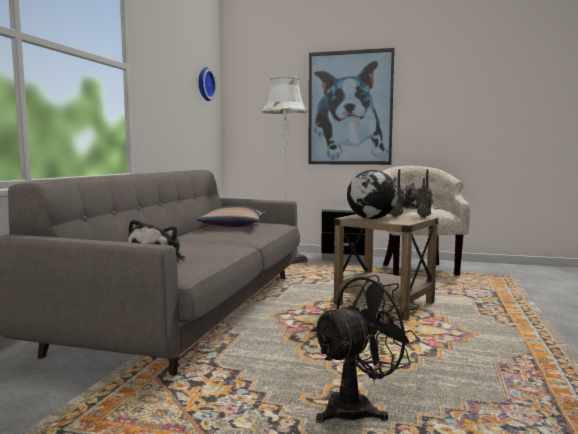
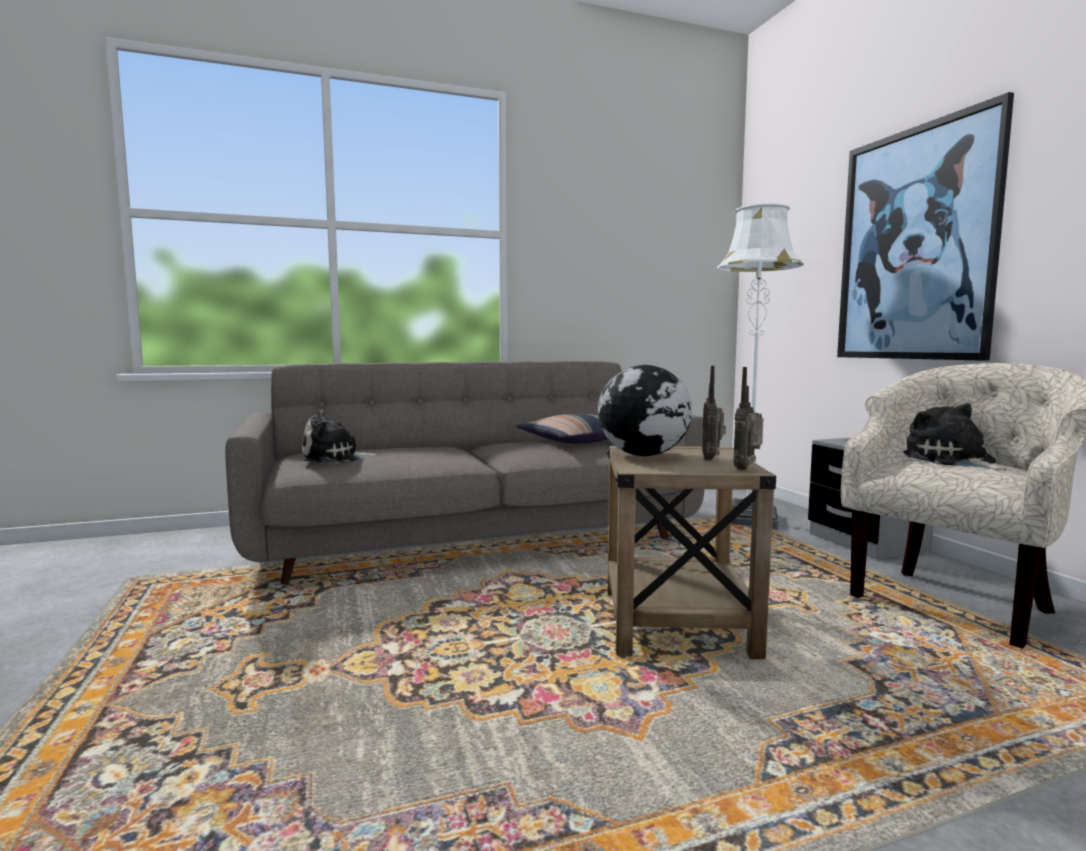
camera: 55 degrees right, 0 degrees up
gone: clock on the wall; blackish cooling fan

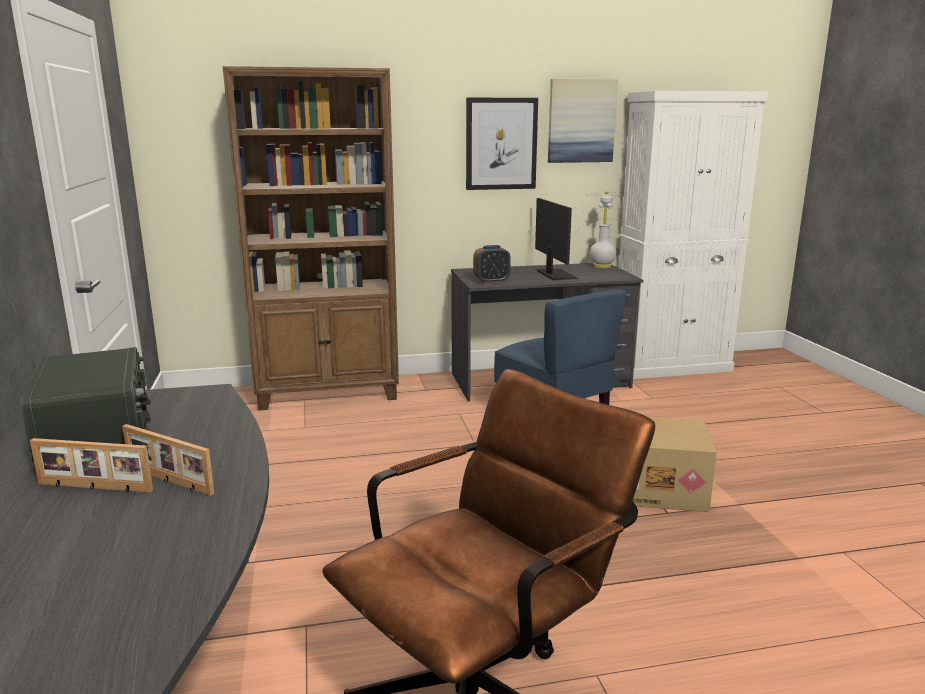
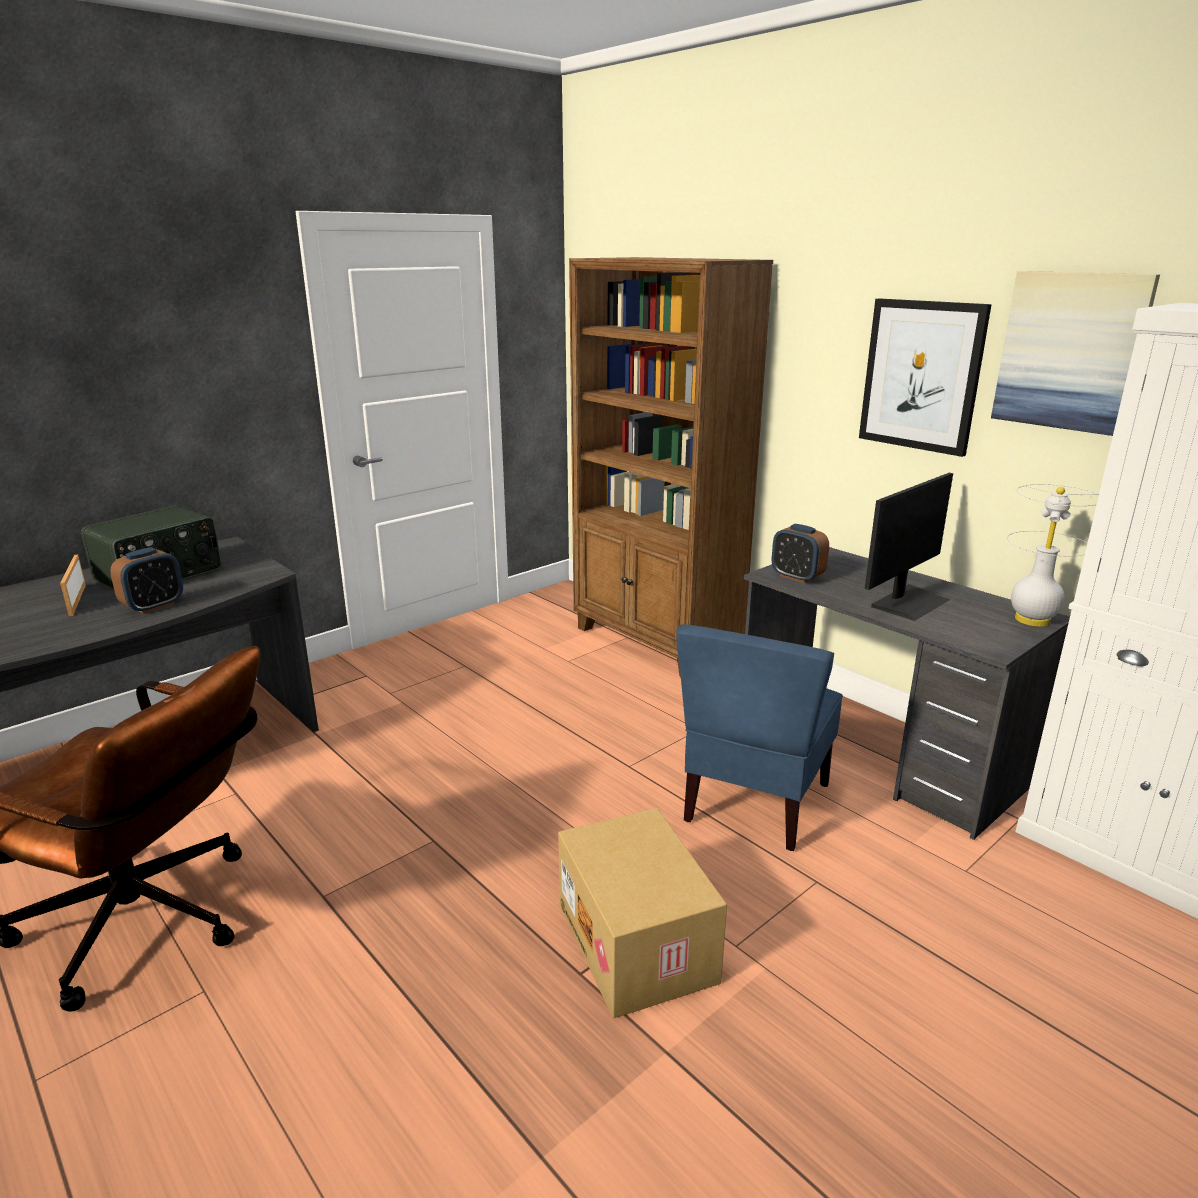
camera: 60 degrees right, 5 degrees up
gone: photo frame (no. 2 from left)
new: alarm clock (no. 1 from left)

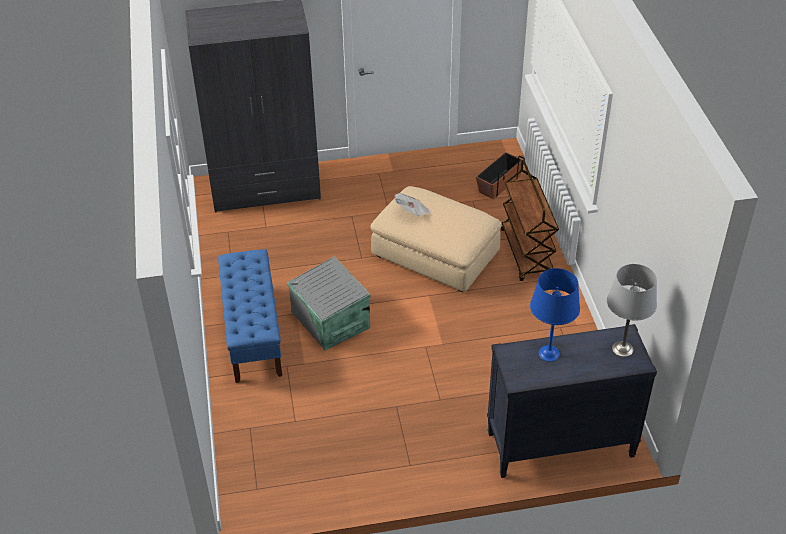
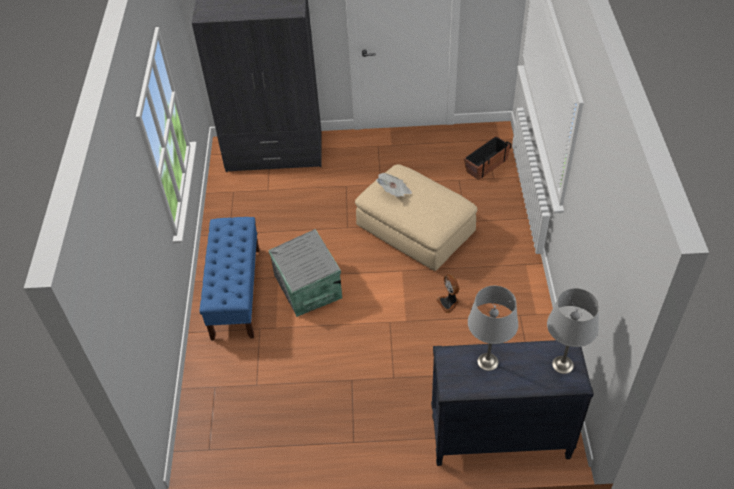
camera: 10 degrees right, 5 degrees up
gone: brownish wheeled cart
new: cooling fan
repainted: bluish table lamp to gray table lamp (no. 1 from left)

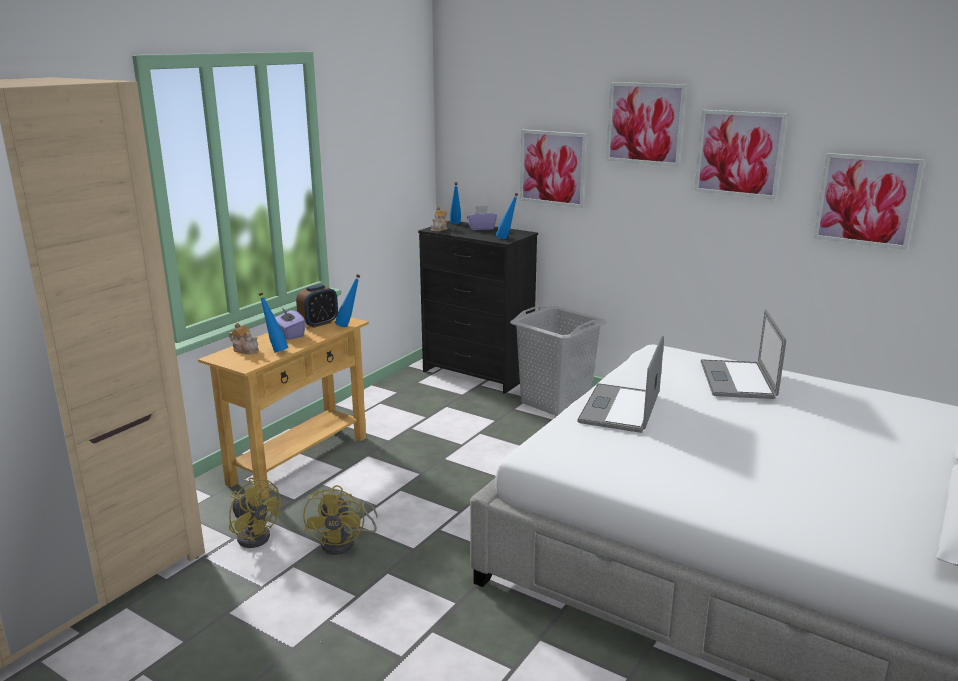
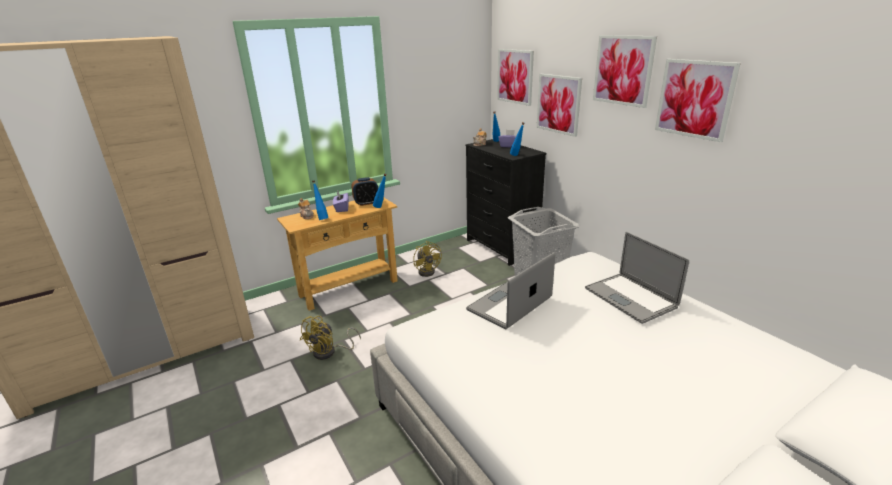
camera: 25 degrees right, 5 degrees up
shifted: yellow-coloured cooling fan (no. 1 from left in the first image) to yellow-coloured cooling fan (no. 2 from left); picture (no. 4 from left in the first image) to picture (no. 1 from left)
rotated: notebook computer (no. 2 from left) 60 degrees counterclockwise

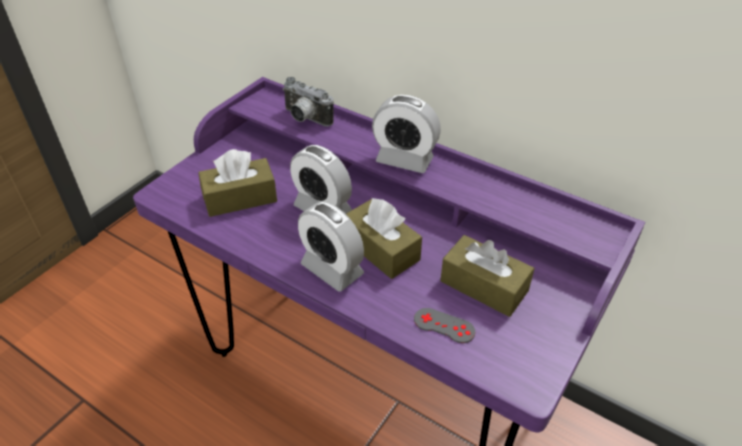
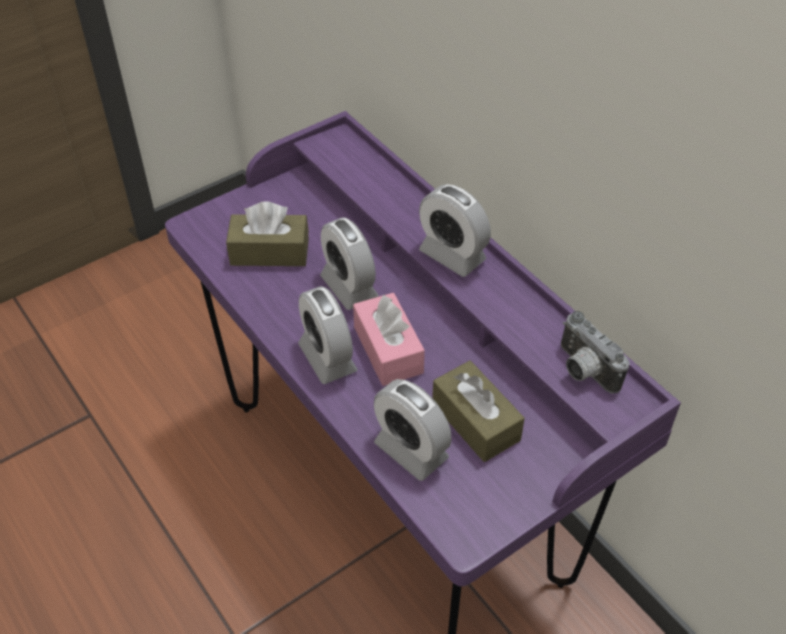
camera: 20 degrees right, 5 degrees up
shifted: still camera
swapped: gray gamepad to alarm clock (no. 3 from left)
repainted: brownish tissue holder (no. 2 from left) to pink-coloured tissue holder

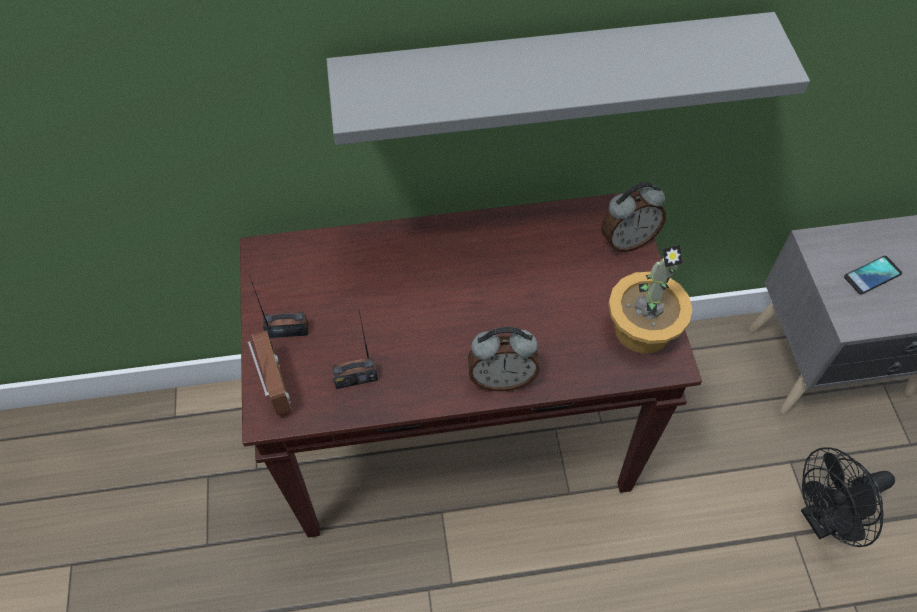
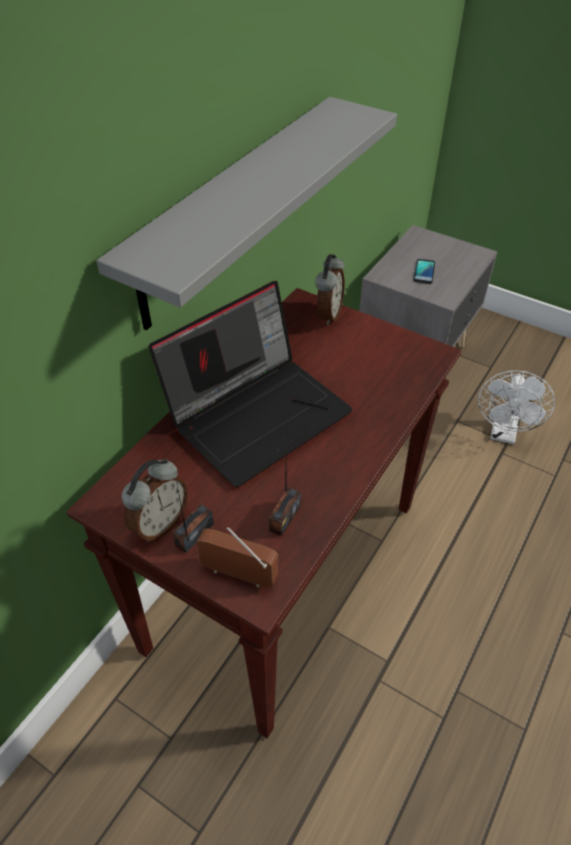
camera: 50 degrees left, 10 degrees down
gone: plant in a pot
new: notebook computer
shifted: alarm clock (no. 1 from left)
repainted: blackish cooling fan to white cooling fan

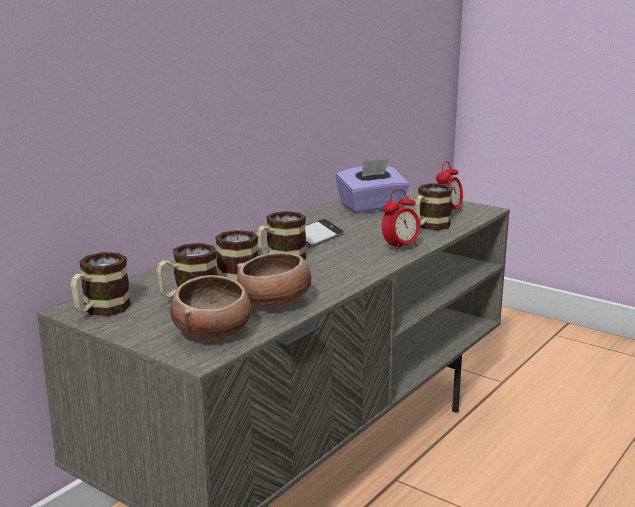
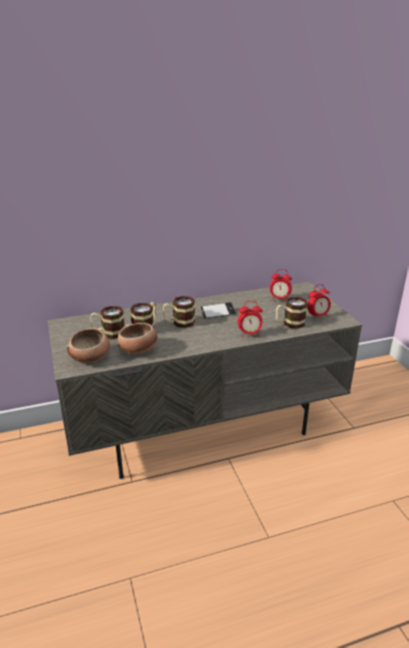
camera: 35 degrees right, 10 degrees up
gone: tea mug (no. 1 from left)
swapped: purple tissue holder to alarm clock (no. 2 from left)

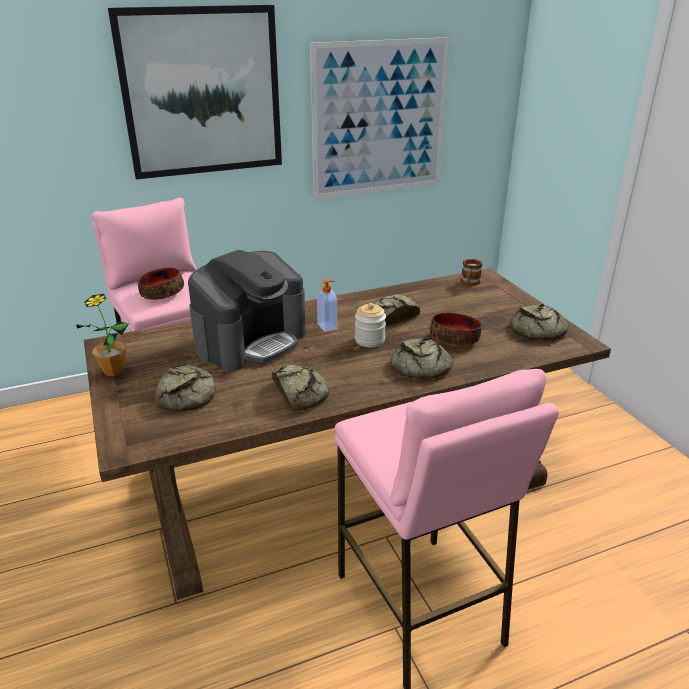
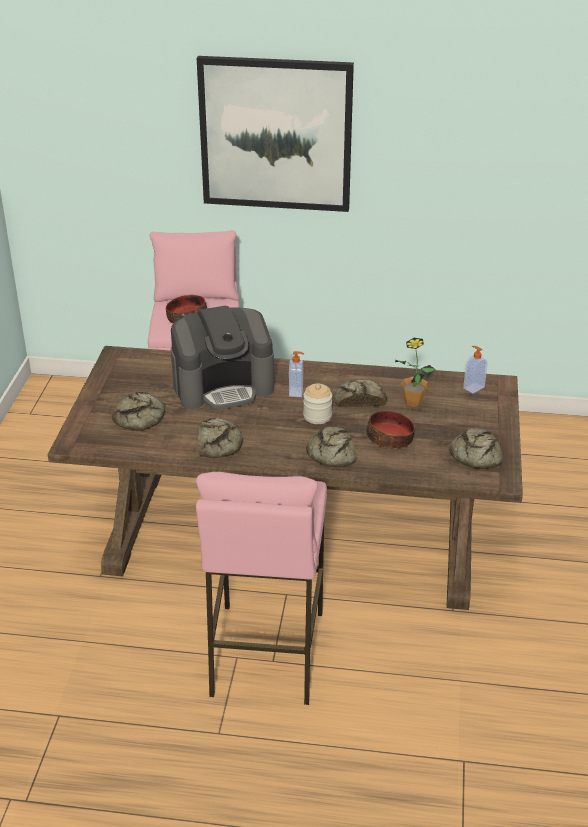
camera: 30 degrees right, 5 degrees up
gone: picture (no. 2 from left)
shifted: plant in a pot
swapped: tea mug to soap dispenser (no. 2 from left)

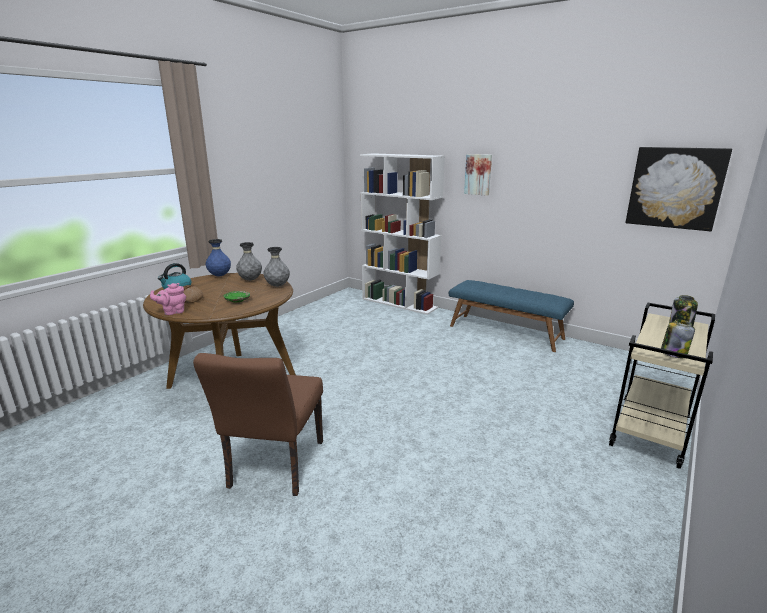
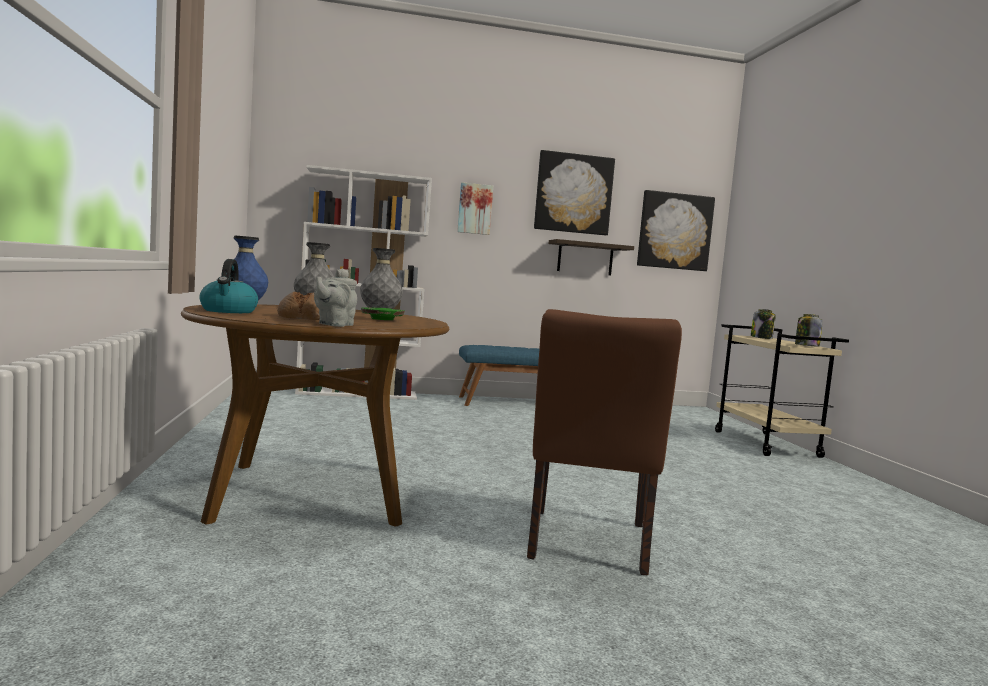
camera: 45 degrees left, 15 degrees down
new: picture (no. 2 from left); bracket shelf
repainted: pink-coloured tea pot to gray tea pot
rotated: brownish chair 45 degrees clockwise

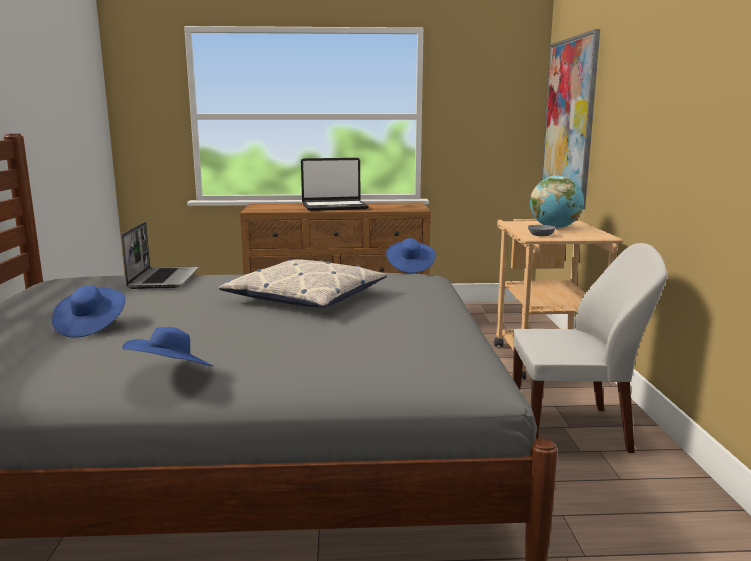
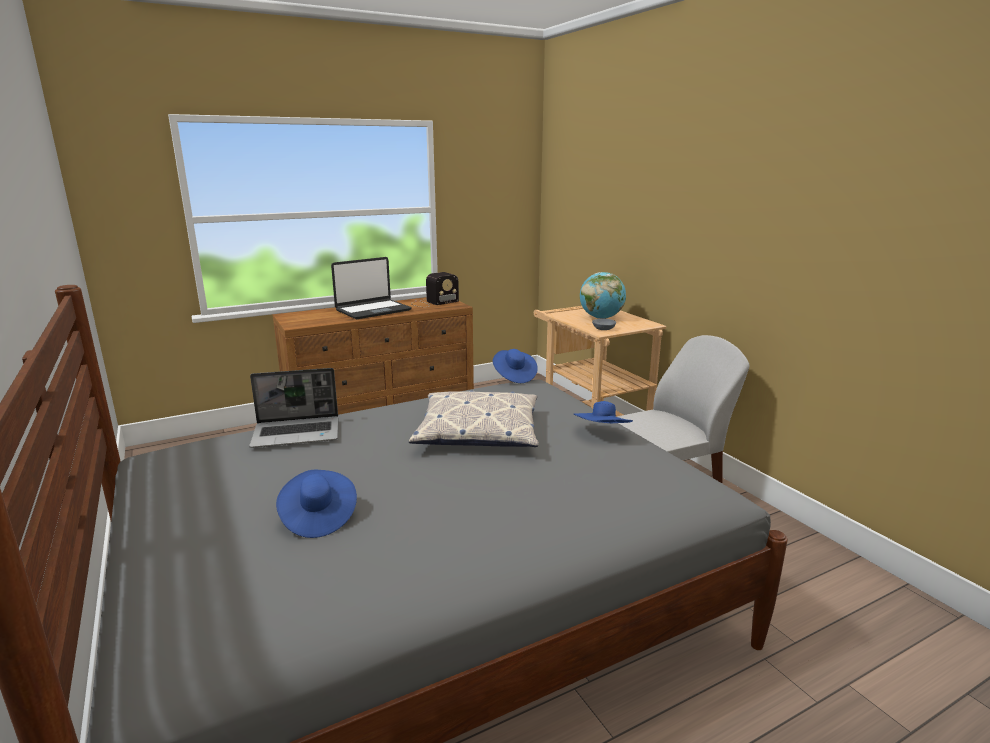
camera: 25 degrees left, 5 degrees up
gone: picture
new: radio
shifted: bluish hat (no. 2 from left in the first image) to bluish hat (no. 3 from left)
rotated: notebook computer (no. 1 from left) 105 degrees clockwise

